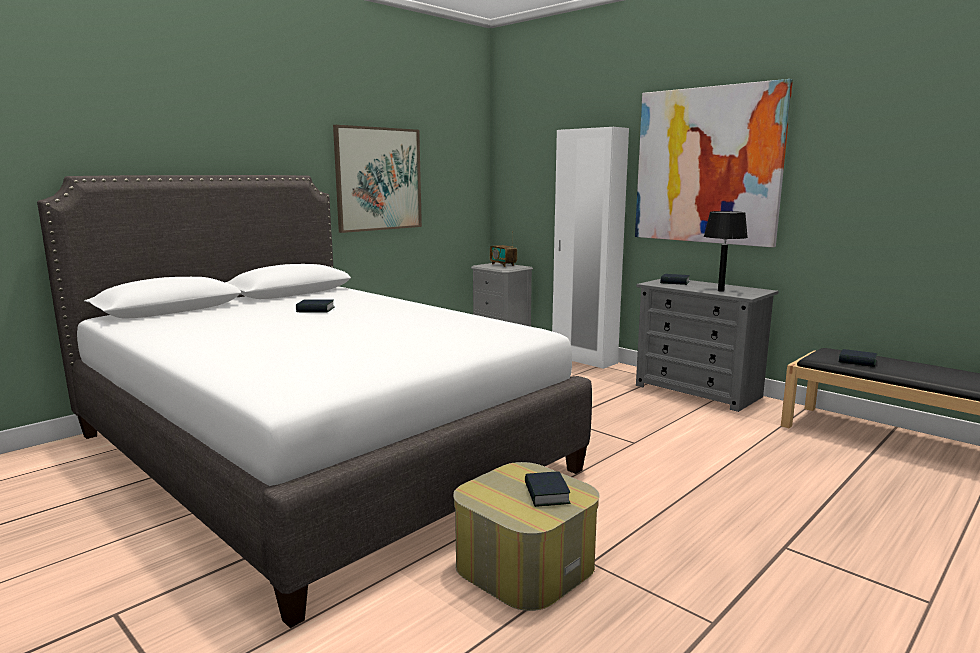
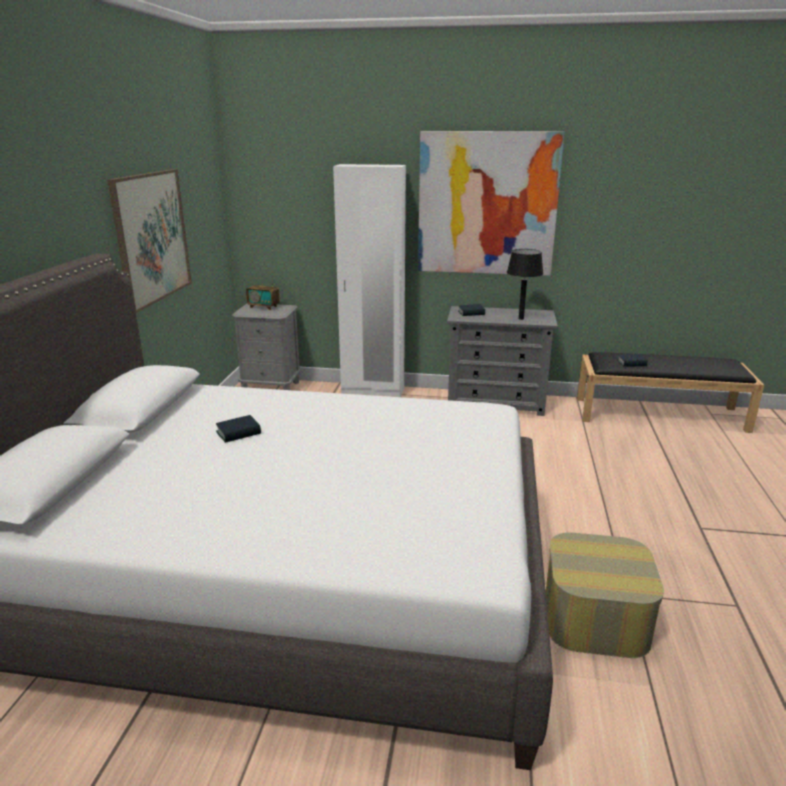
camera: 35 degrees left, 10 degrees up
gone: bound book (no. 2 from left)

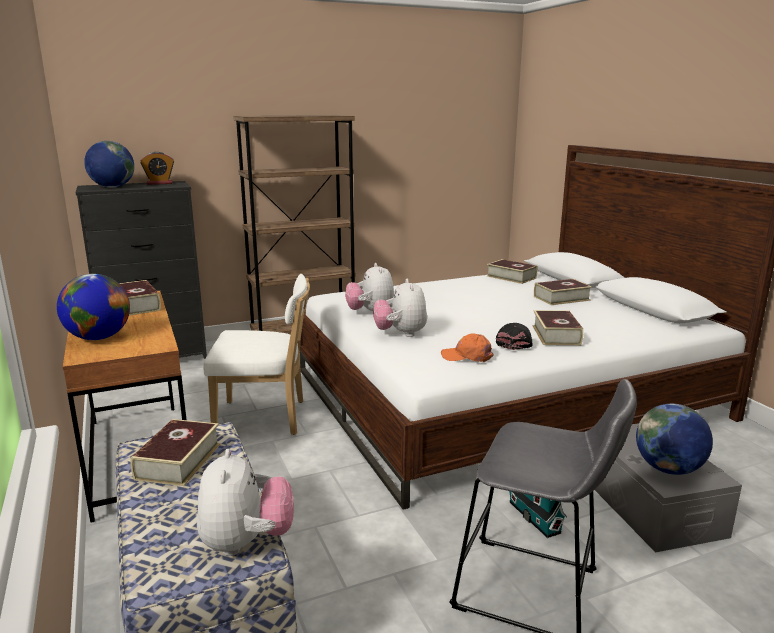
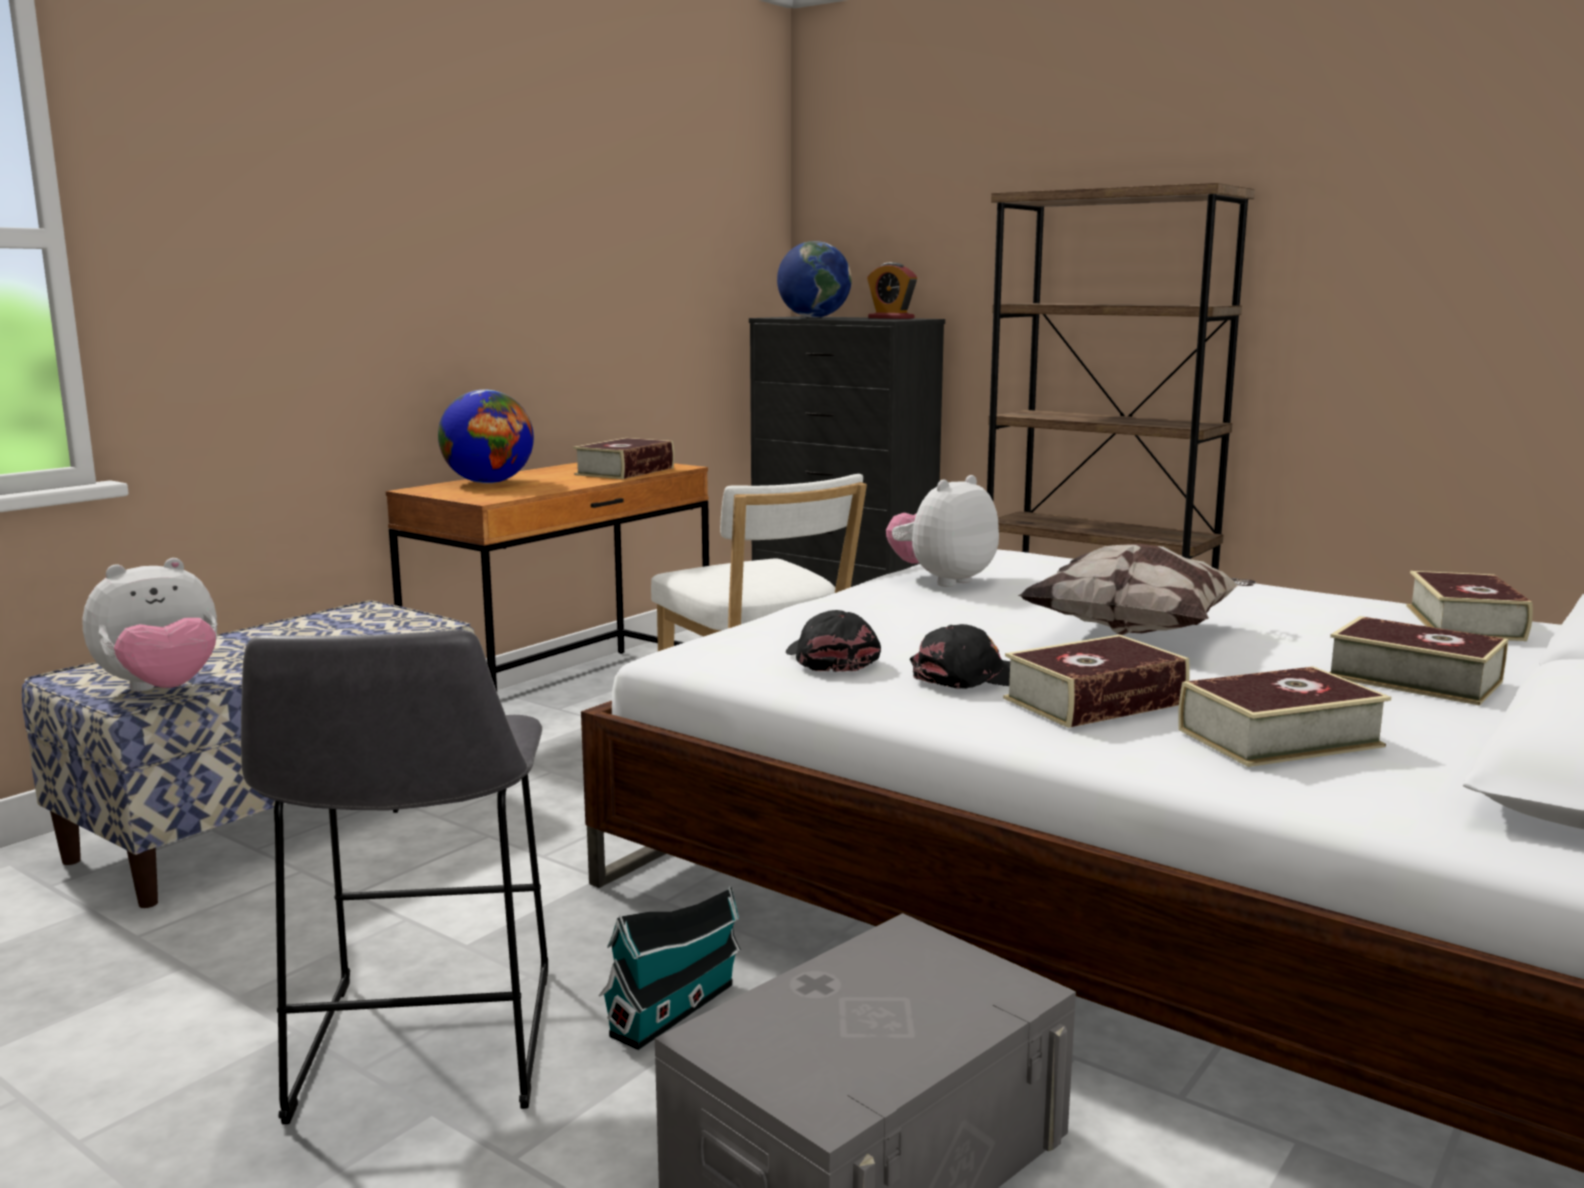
camera: 60 degrees right, 5 degrees down
gone: plush toy (no. 3 from left); world globe (no. 3 from left)
new: throw pillow
shifted: bound book (no. 2 from left in the first image) to bound book (no. 3 from left)
repainted: orangey cap to blackish cap (no. 1 from left)

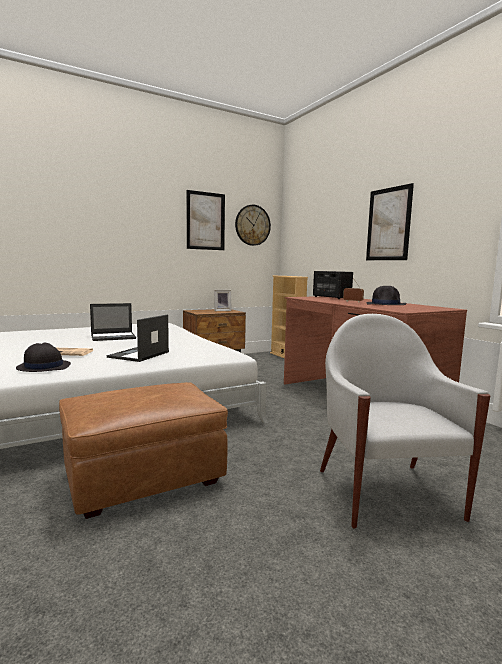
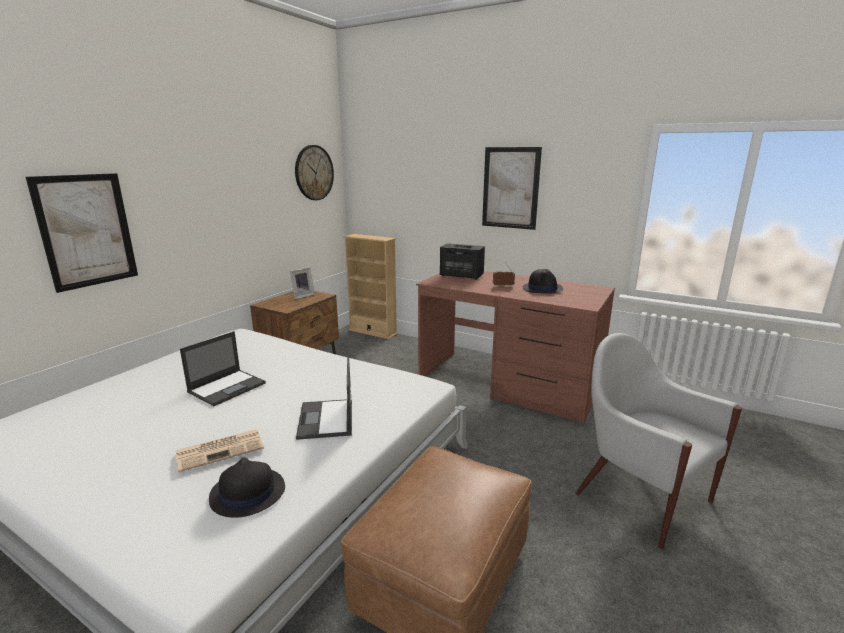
camera: 30 degrees left, 10 degrees up
shifted: picture (no. 1 from left)

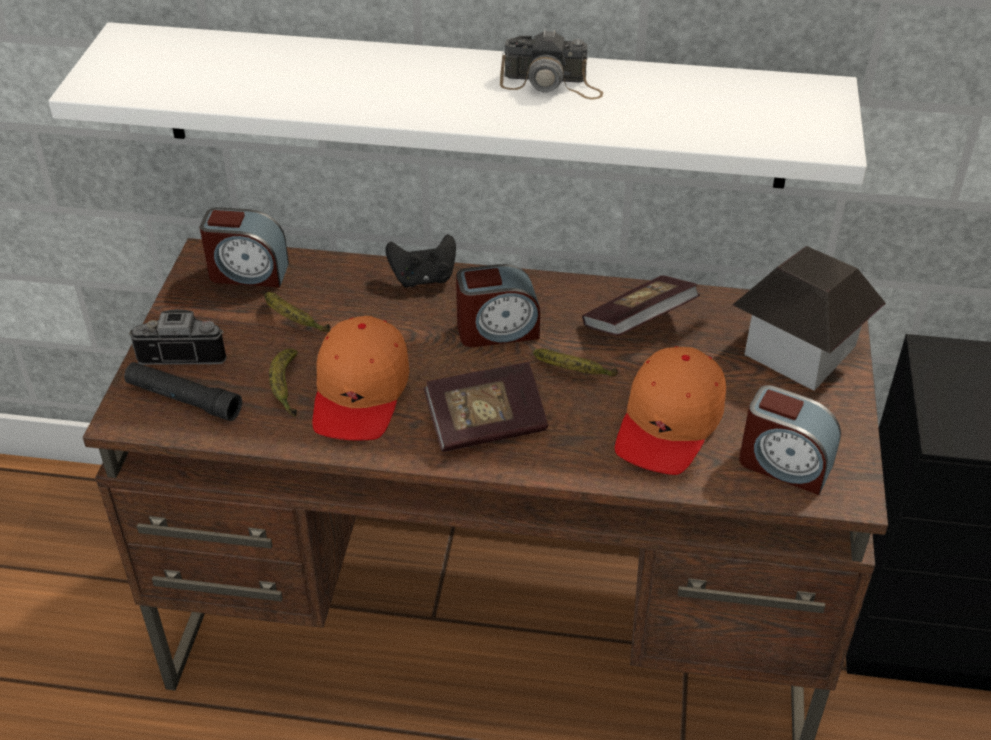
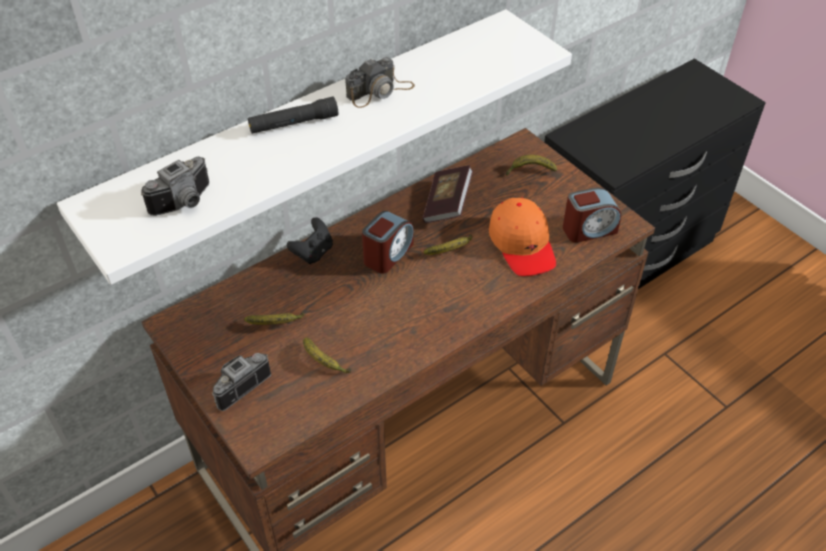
camera: 45 degrees left, 5 degrees up
gone: alarm clock (no. 1 from left); orangey cap (no. 1 from left); bound book (no. 1 from left)
new: still camera (no. 1 from left)
shifted: blackish hand torch
swapped: model house to whole banana (no. 4 from left)

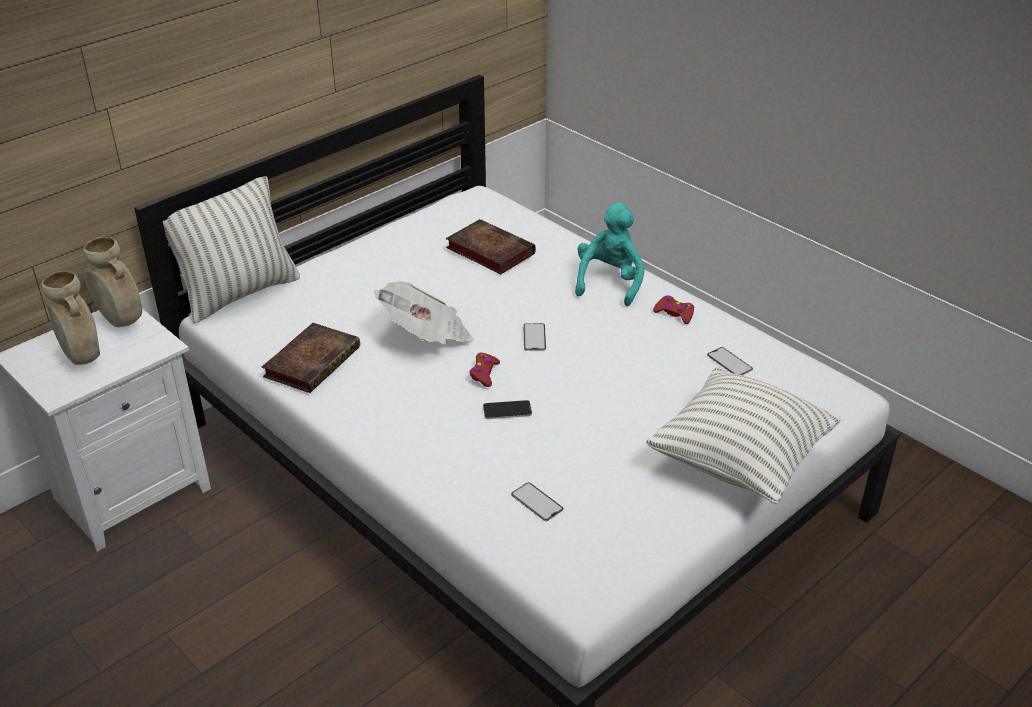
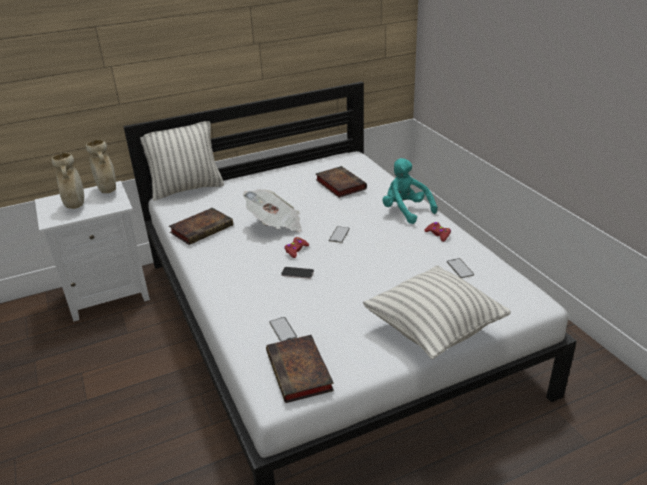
camera: 20 degrees right, 5 degrees down
new: bound book (no. 2 from left)
rotated: turquoise-coloured plush toy 75 degrees counterclockwise

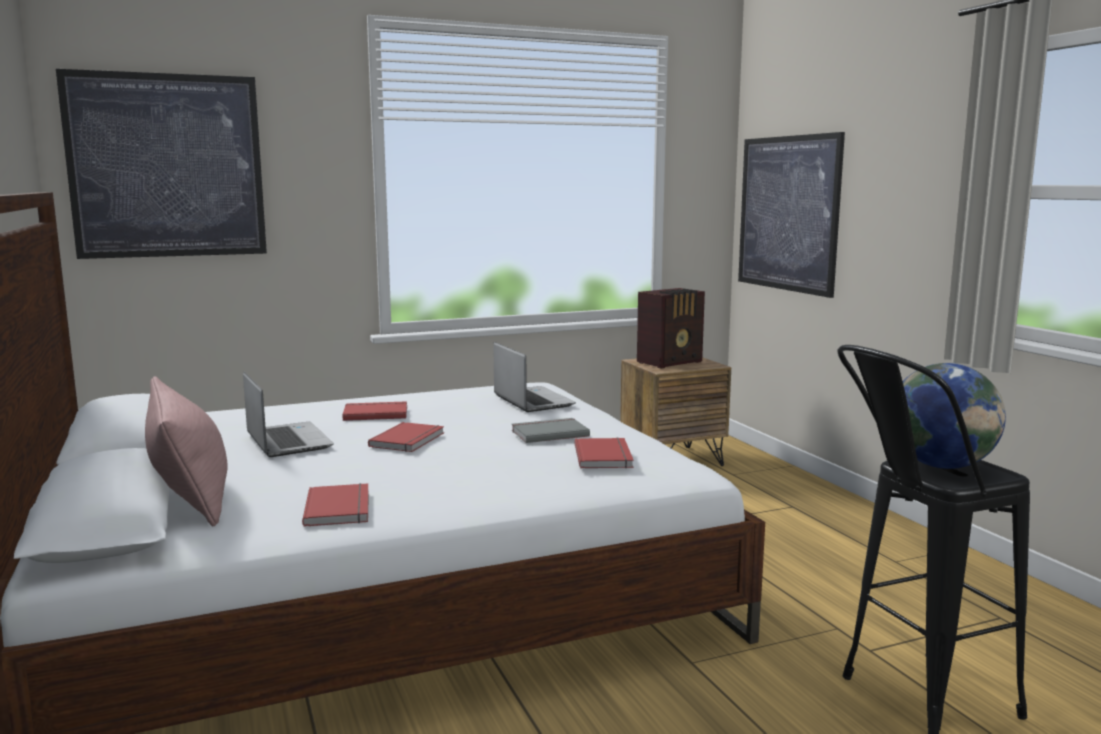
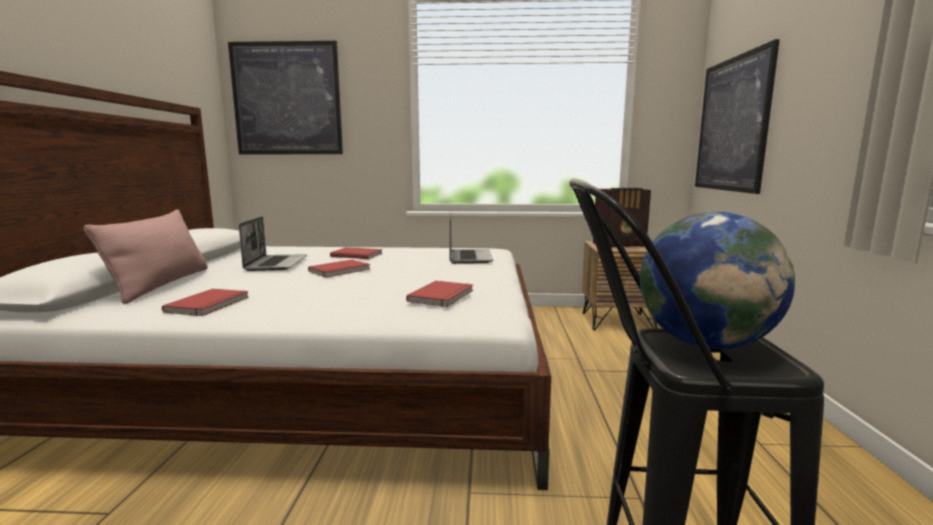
camera: 25 degrees right, 0 degrees up
gone: gray bound book

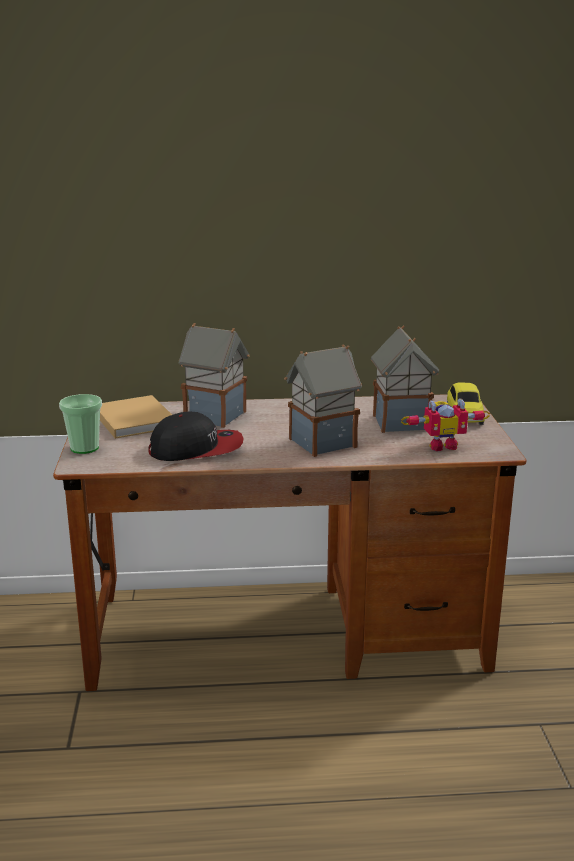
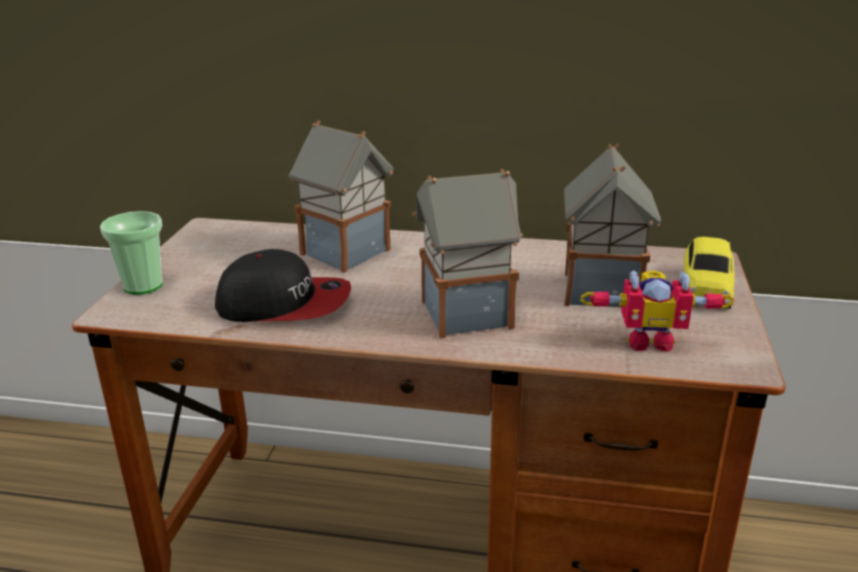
camera: 15 degrees right, 5 degrees up
gone: beige-coloured bound book

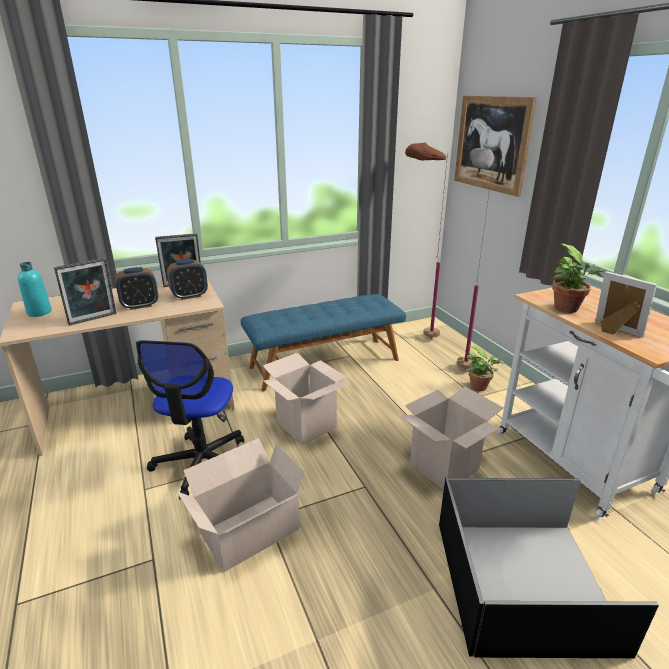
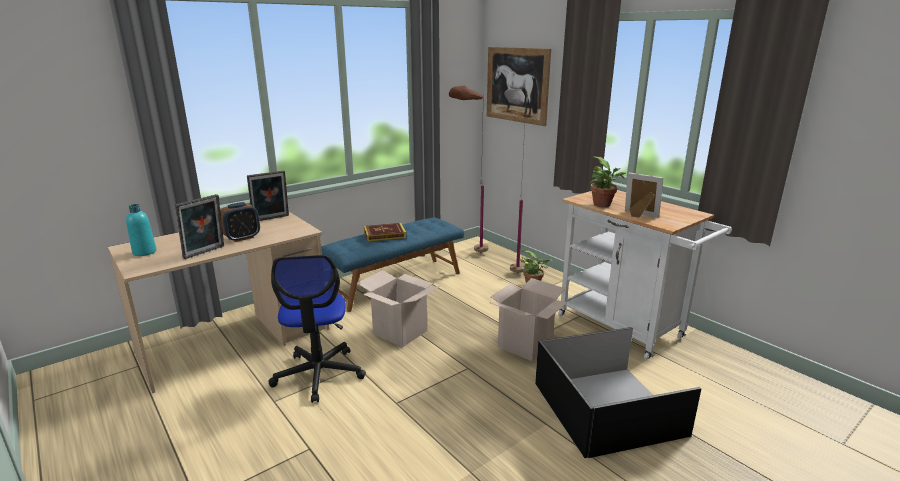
camera: 15 degrees left, 5 degrees down
gone: alarm clock (no. 2 from left); carton (no. 1 from left)
new: bound book

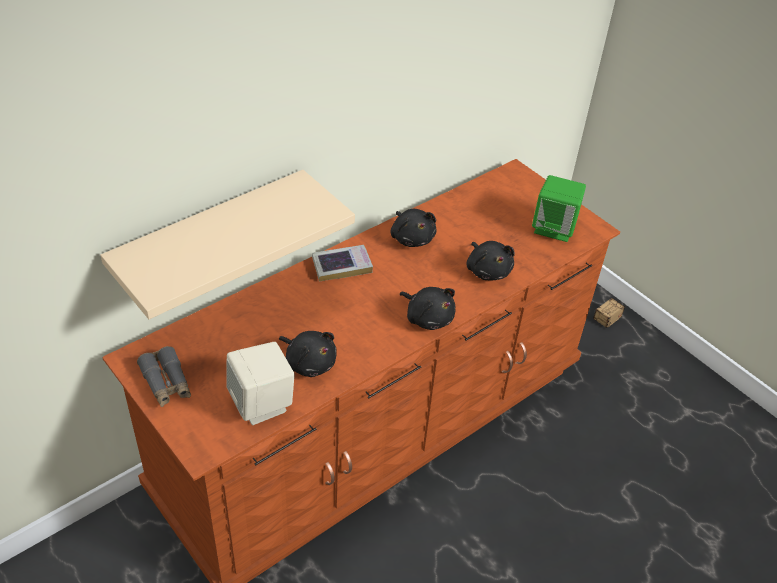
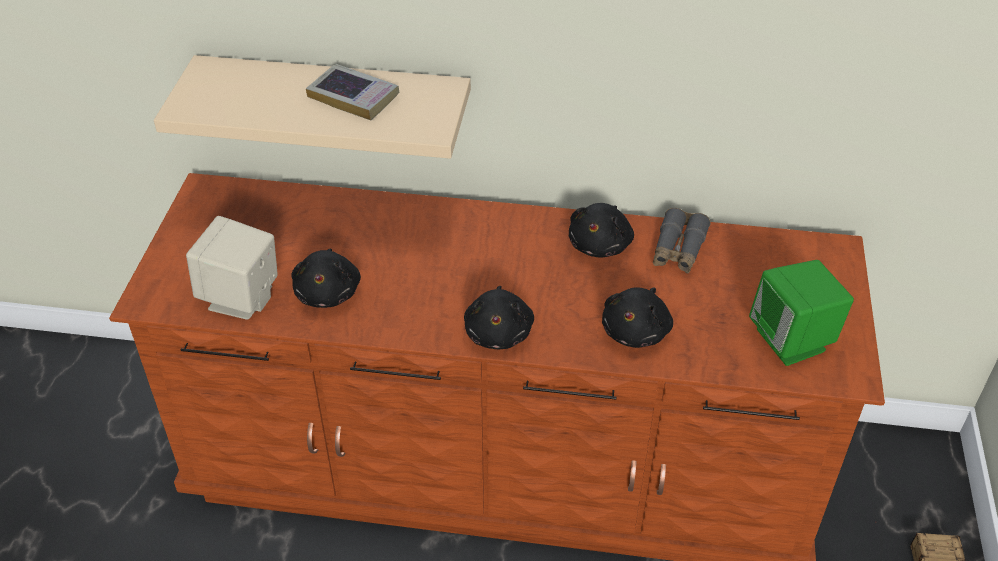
camera: 50 degrees right, 0 degrees up
shifted: bound book; gray pair of binoculars

